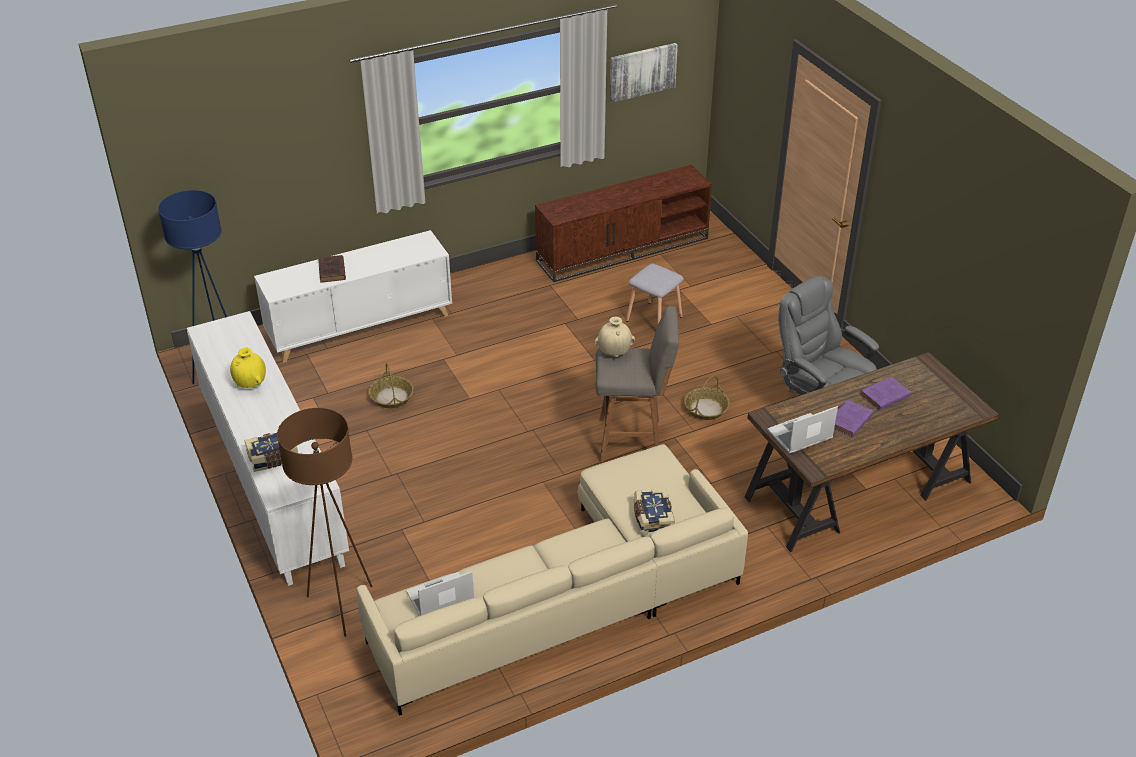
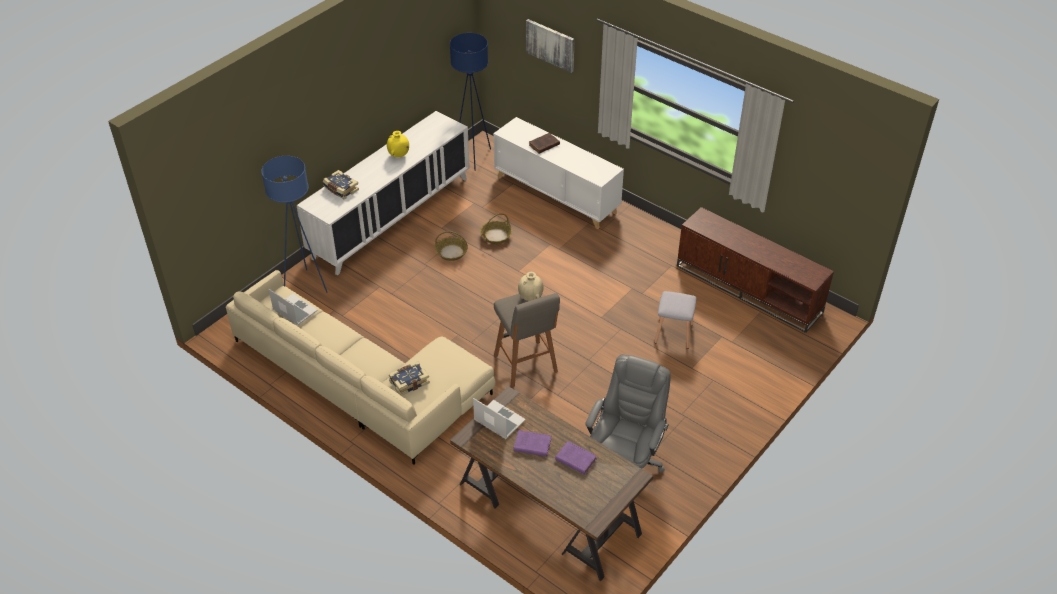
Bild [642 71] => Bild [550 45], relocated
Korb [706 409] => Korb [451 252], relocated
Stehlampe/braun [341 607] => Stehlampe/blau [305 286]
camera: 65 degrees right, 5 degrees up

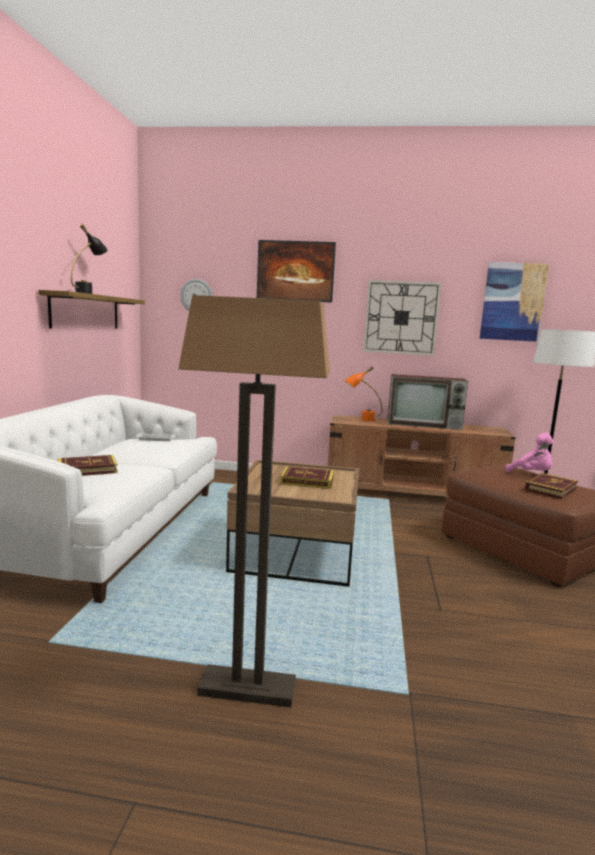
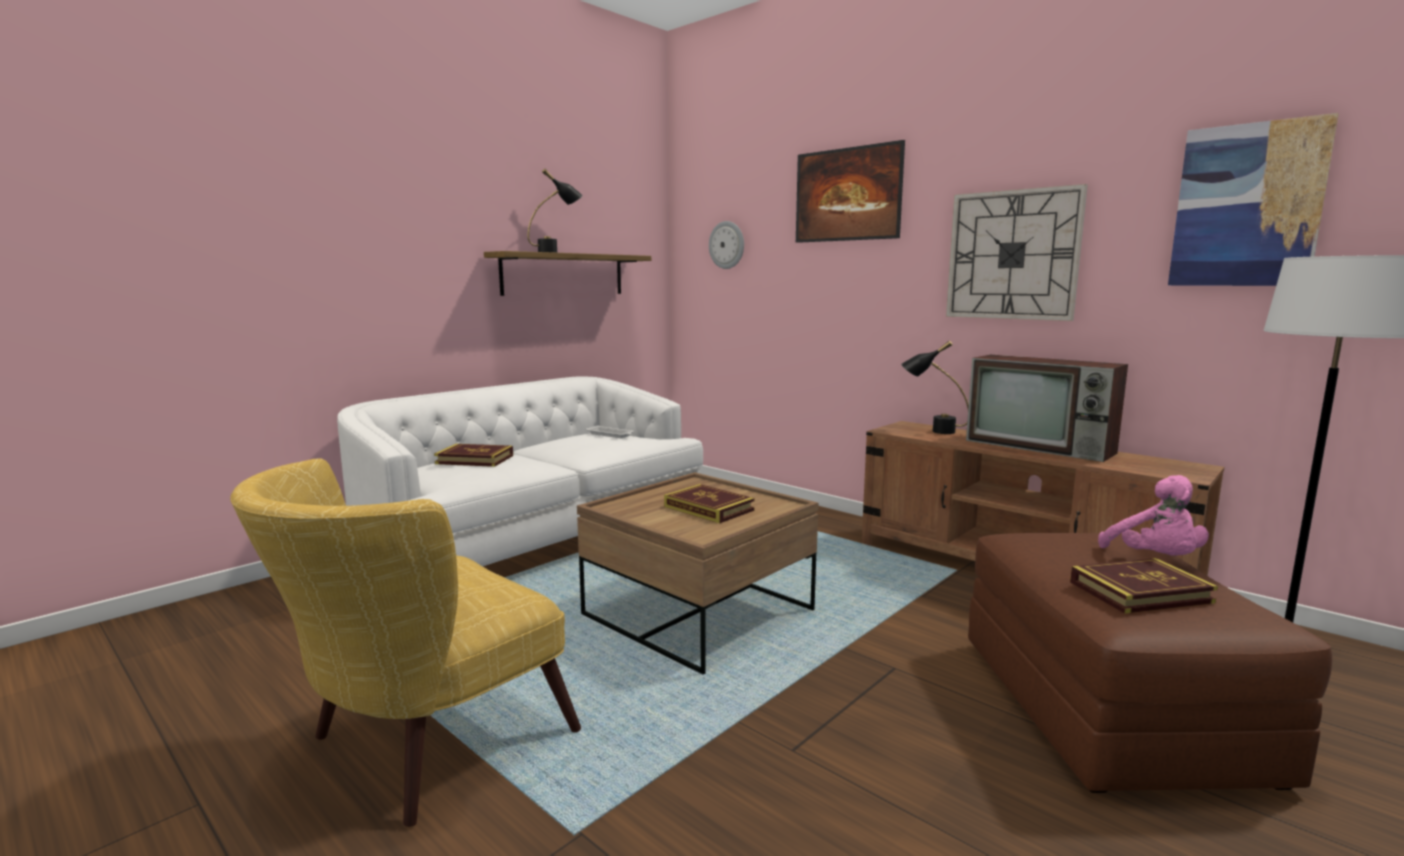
Stehlampe [246 689] => Sessel/gelb [420 746]
Tischlampe/orange [361 419] => Tischlampe/schwarz [932 430]
camera: 35 degrees right, 0 degrees up

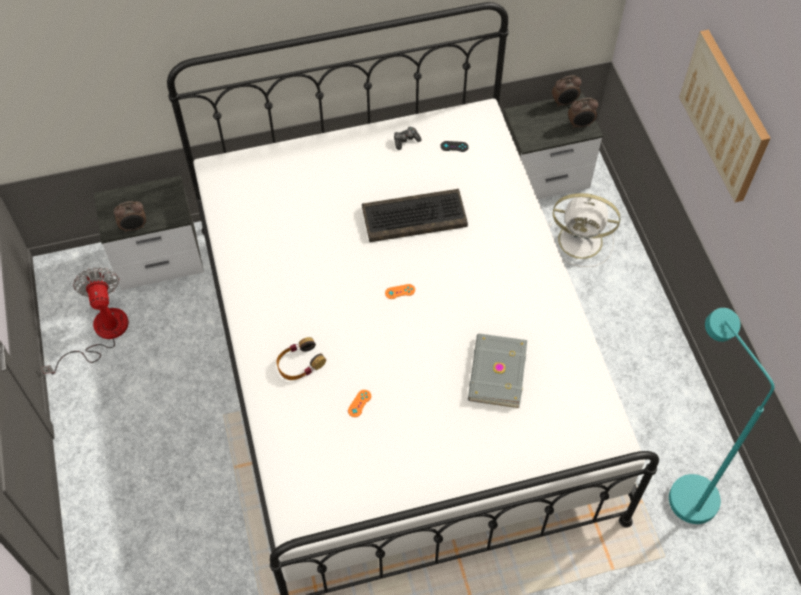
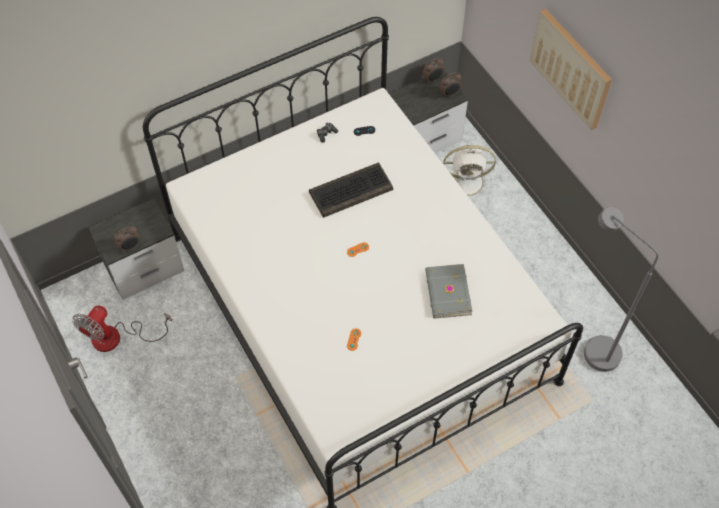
Kopfhörer [299 363] => nothing
Stehlampe/türkis [683 489] => Stehlampe/grau [593 348]
Ventilator [101 333] => Ventilator [117 337], 120 degrees counterclockwise
camera: 15 degrees left, 0 degrees up

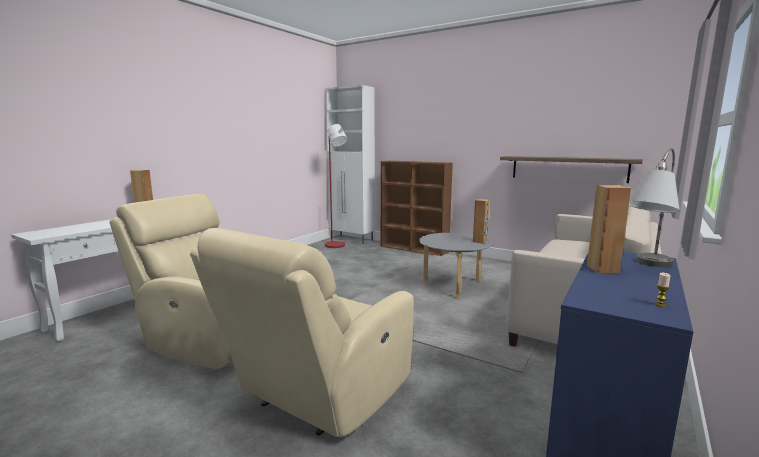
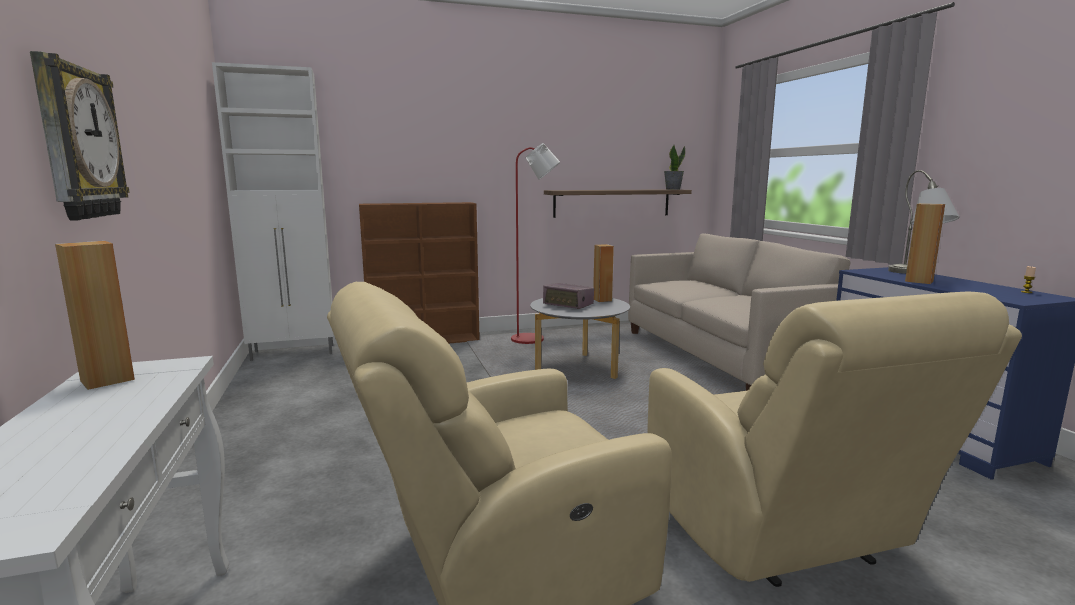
nothing => Wanduhr [77 142]
nothing => Radio [568 305]
nothing => Topfpflanze [672 189]
Stehlampe/rot [337 246] => Stehlampe/rot [534 340], relocated
camera: 50 degrees left, 0 degrees up

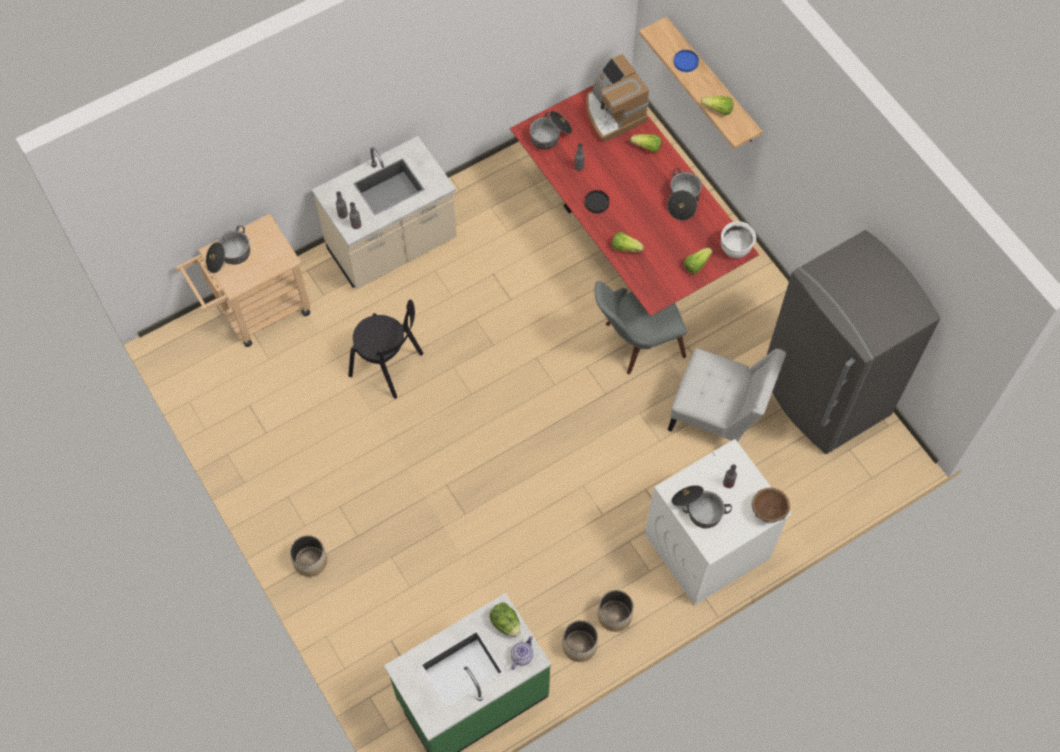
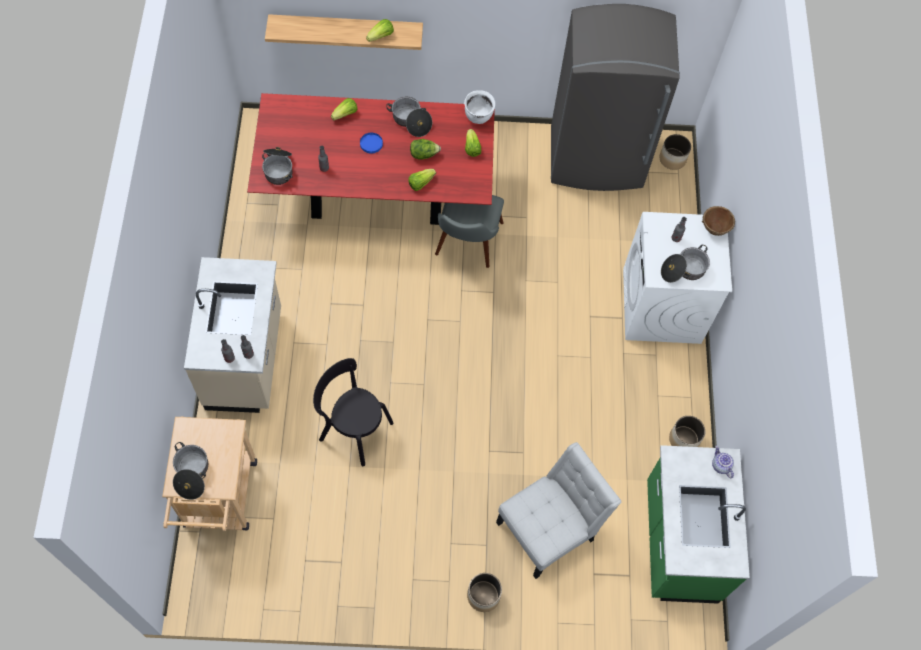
Teller/schwarz [596 202] => nothing
Kaffeemaschine [613 113] => nothing
Salatkopf [505 623] => Salatkopf [424 154], relocated
Pflanzkübel [615 615] => Pflanzkübel [672 159], relocated
Stuhl/weiß [718 416] => Stuhl/weiß [550 528], relocated
Teller/blau [685 62] => Teller/blau [371 144], relocated
Stuhl/schwarz [389 366] => Stuhl/schwarz [353 429], 120 degrees counterclockwise
camera: 60 degrees left, 0 degrees up

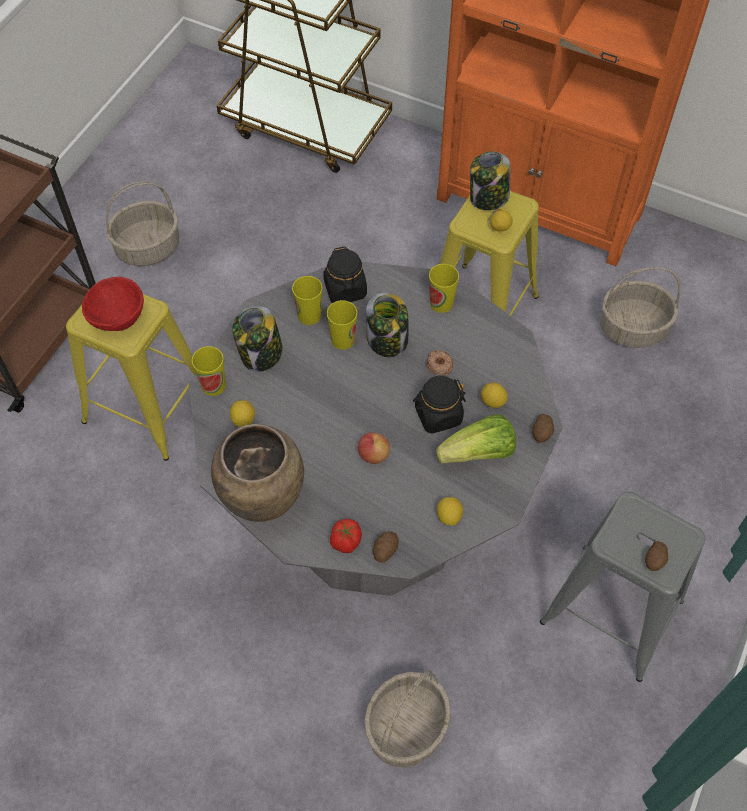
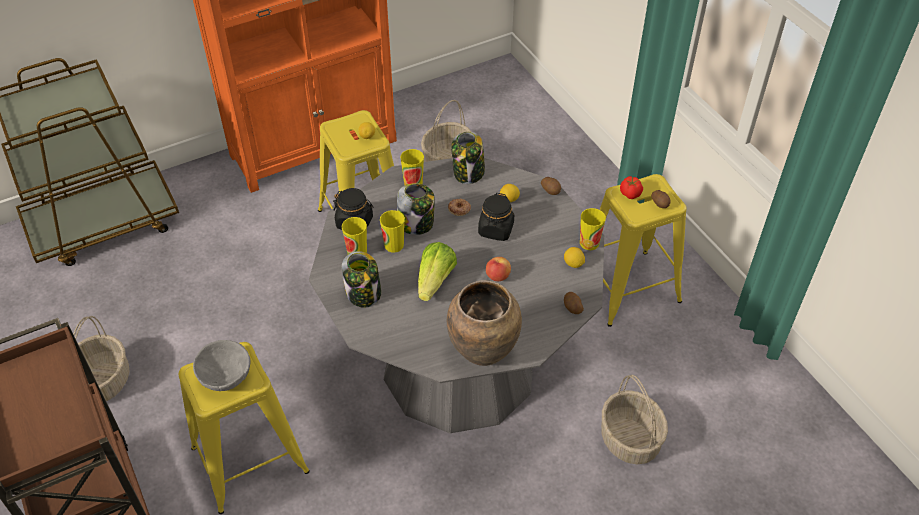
Zitrone [243 420] => nothing
Tasse [213 385] => Tasse [589 243], relocated
Tomate [345 541] => Tomate [630 194], relocated
Salatkopf [479 453] => Salatkopf [435 281], relocated
Vorratsglas [488 198] => Vorratsglas [468 173], relocated
Schüssel/rot [118 318] => Schüssel/grau [227 378]
Hocker/grau [611 611] => Hocker/gelb [628 288]
camera: 55 degrees left, 10 degrees down

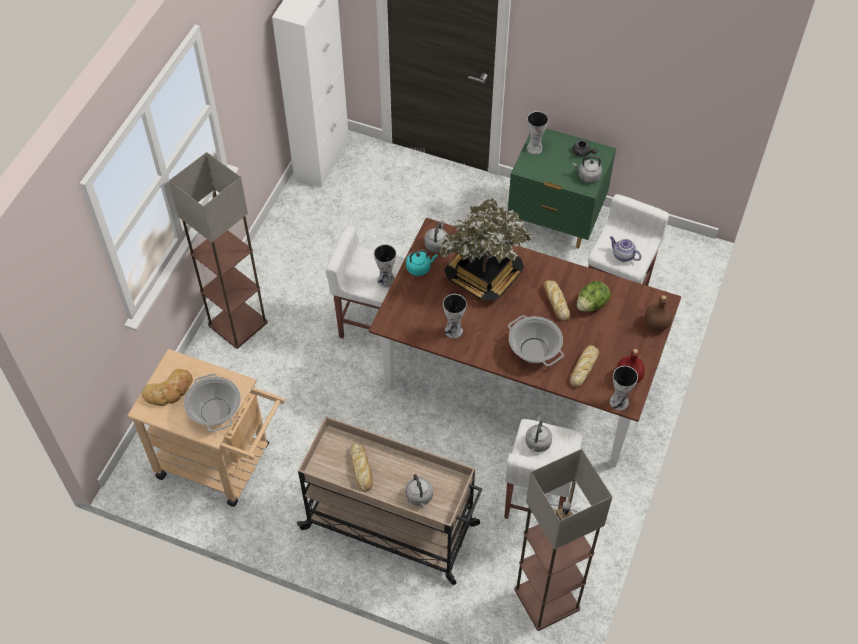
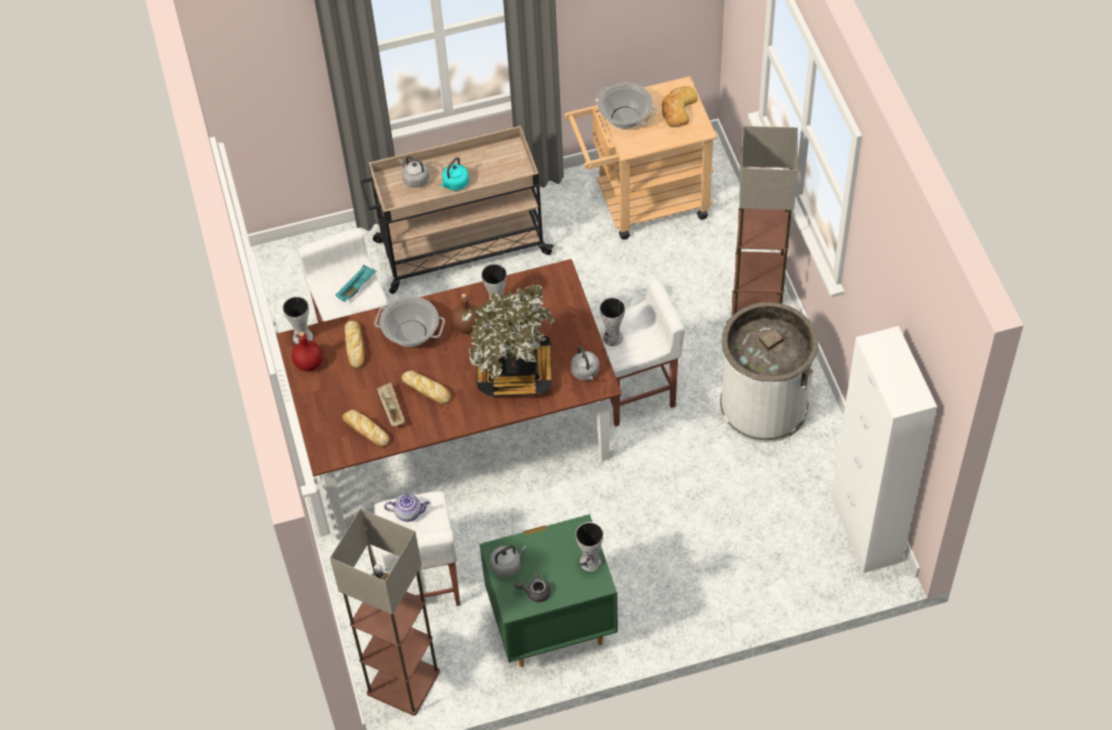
nothing => Mülleimer/weiß [763 405]
Brot [361 469] => Brot [365 430], relocated
Wasserkessel/türkis [420 268] => Wasserkessel/türkis [455 184], relocated
Stehlampe [548 599] => Stehlampe [402 683], relocated
Flasche/braun [656 324] => Flasche/braun [467 326], relocated
Wasserkessel/grau [537 444] => Tablett/türkis [356 288]
Salatkopf [591 304] => Tablett/beige [391 409]
camera: 145 degrees right, 0 degrees up

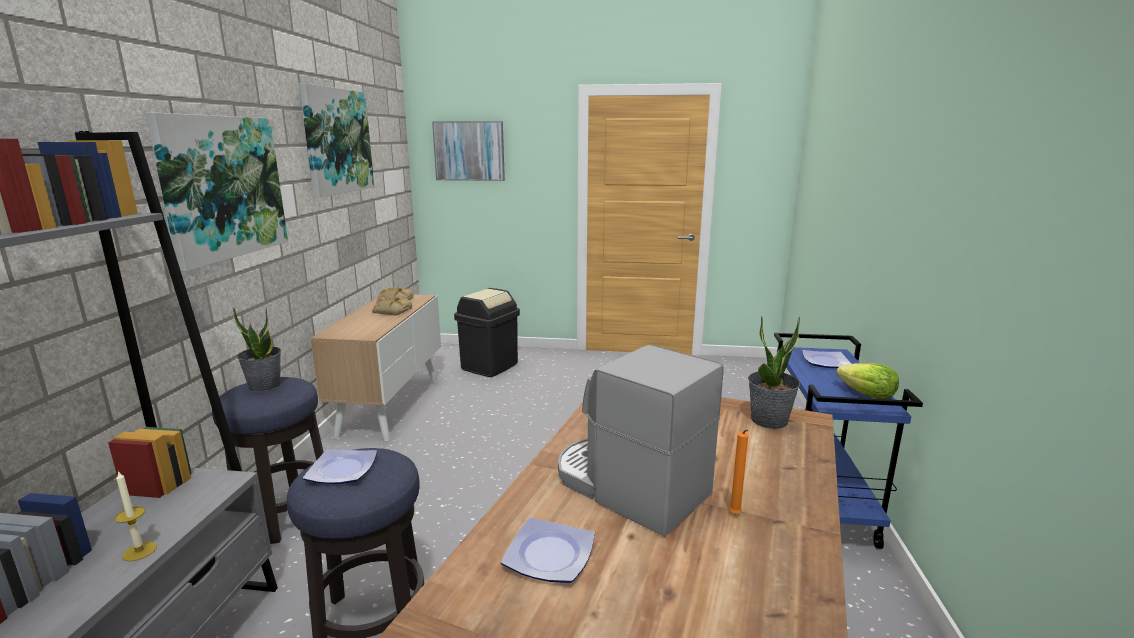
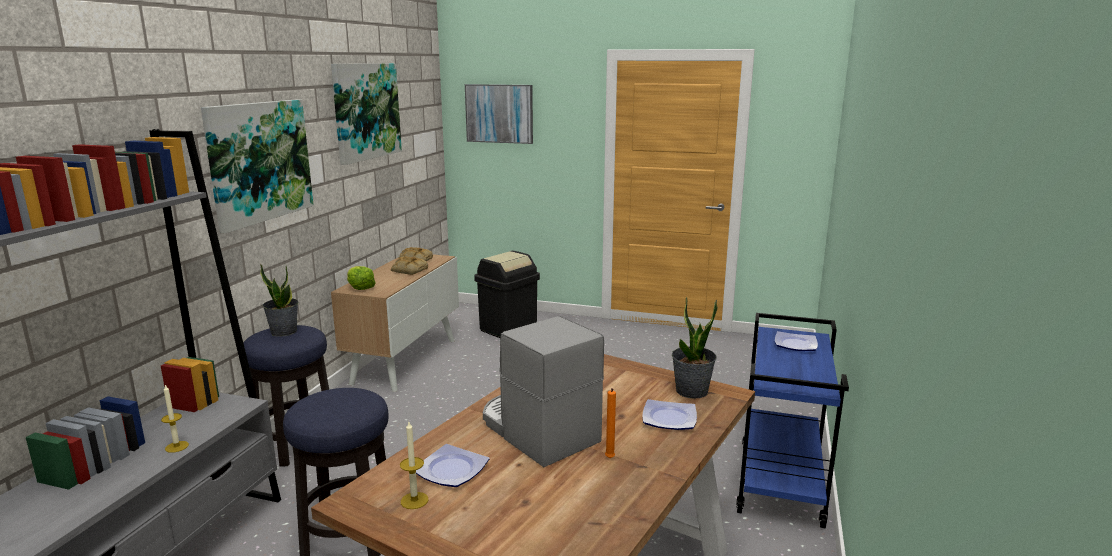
nothing => Kerze [414 500]
Teller [340 471] => Teller [668 419], relocated
Salatkopf [867 394] => Salatkopf [360 287], relocated
camera: 10 degrees right, 0 degrees up

